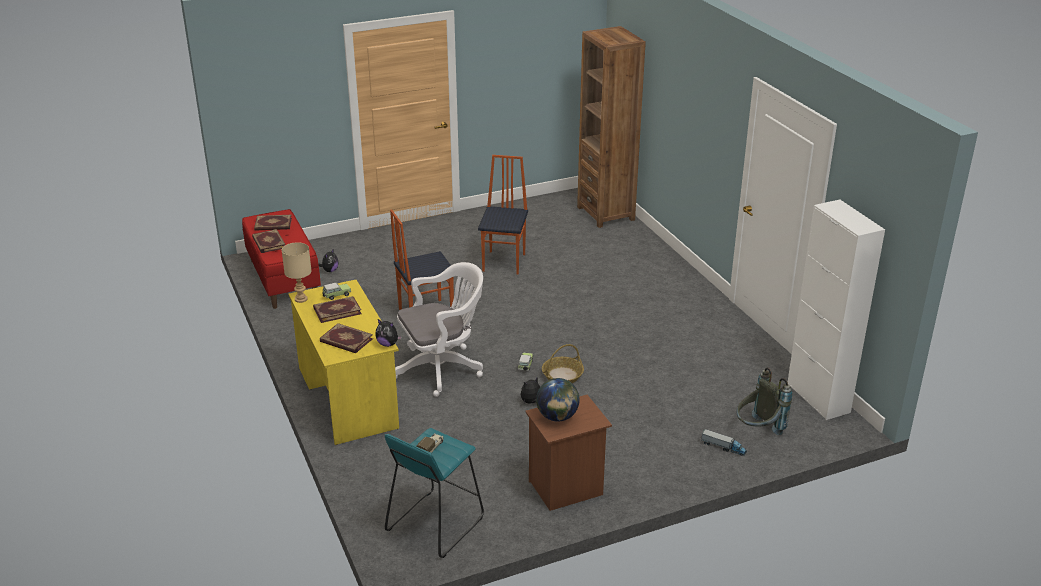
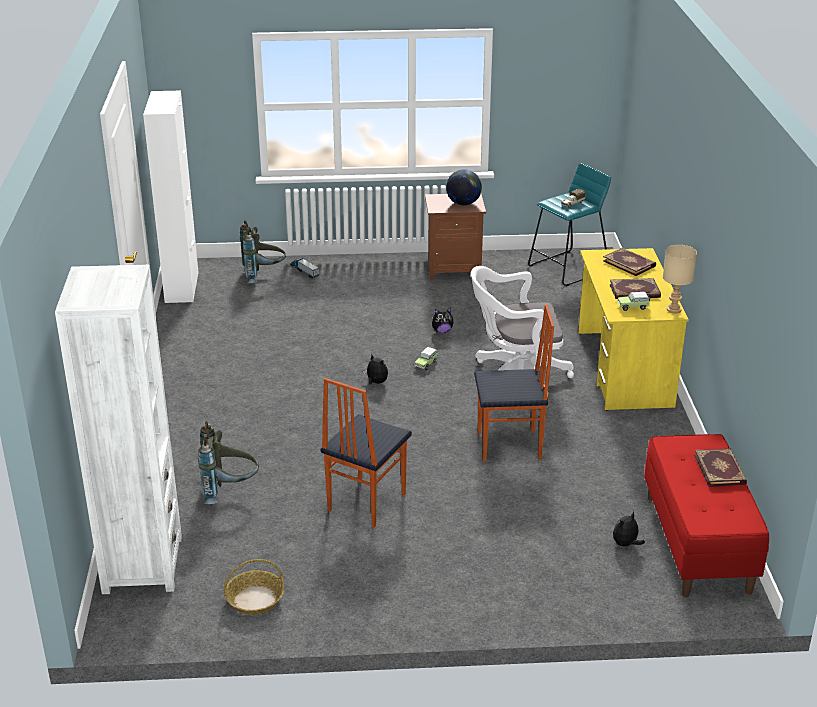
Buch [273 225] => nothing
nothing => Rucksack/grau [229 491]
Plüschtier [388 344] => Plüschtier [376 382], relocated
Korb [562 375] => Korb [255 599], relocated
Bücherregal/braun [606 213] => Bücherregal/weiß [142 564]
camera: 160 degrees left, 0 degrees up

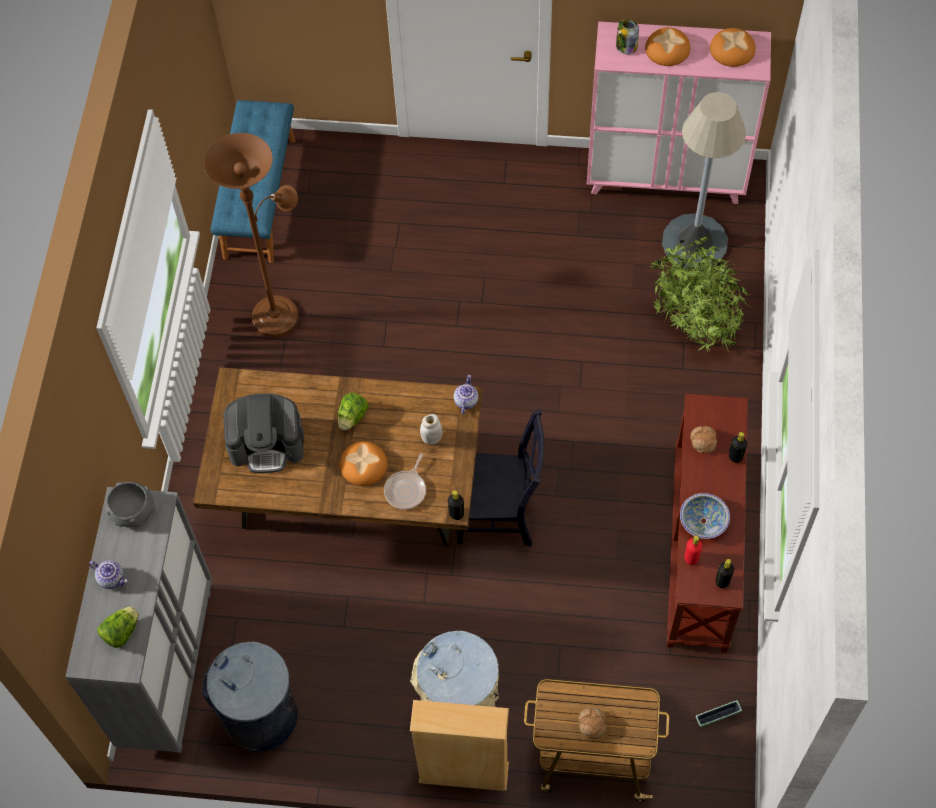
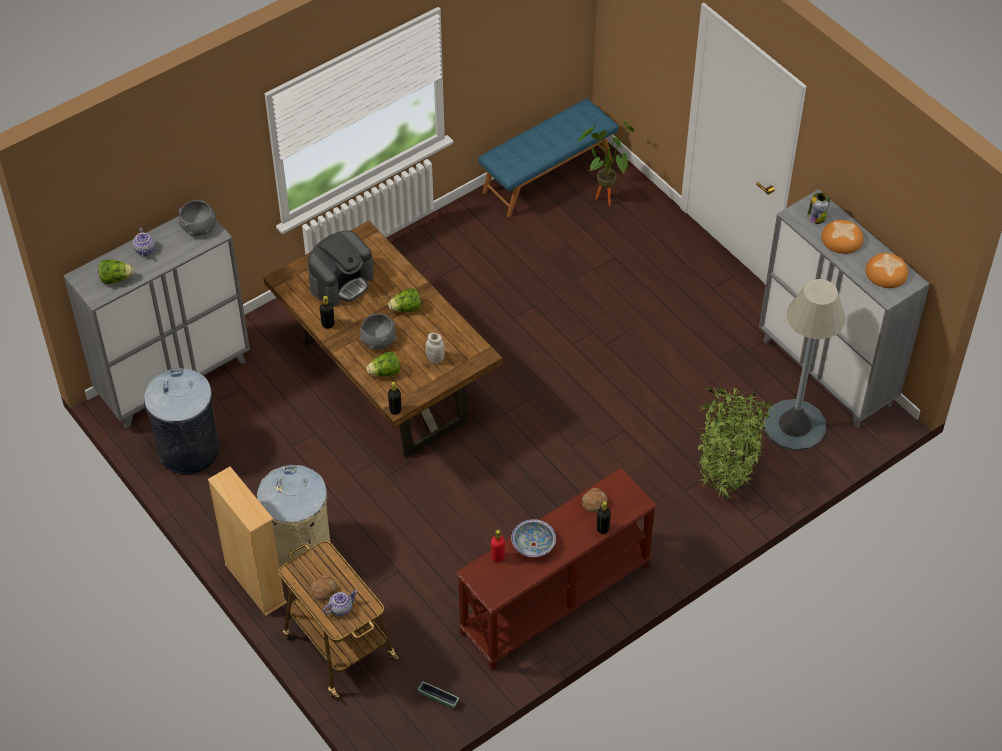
Stehlampe/braun [279 312] => nothing
Stuhl/schwarz [499 514] => nothing
nothing => Topfpflanze [604 196]
Teekanne [465 401] => Teekanne [341 608], relocated
Flasche/schwarz [722 581] => Flasche/schwarz [328 324], relocated
Brot [364 465] => Schüssel/grau [378 339]
Pfanne [406 489] => Salatkopf [385 372]
Schrank/rosa [666 178] => Schrank/grau [826 373]
Kaffeemaschine [267 444] => Kaffeemaschine [341 282], 90 degrees counterclockwise
camera: 45 degrees right, 10 degrees down

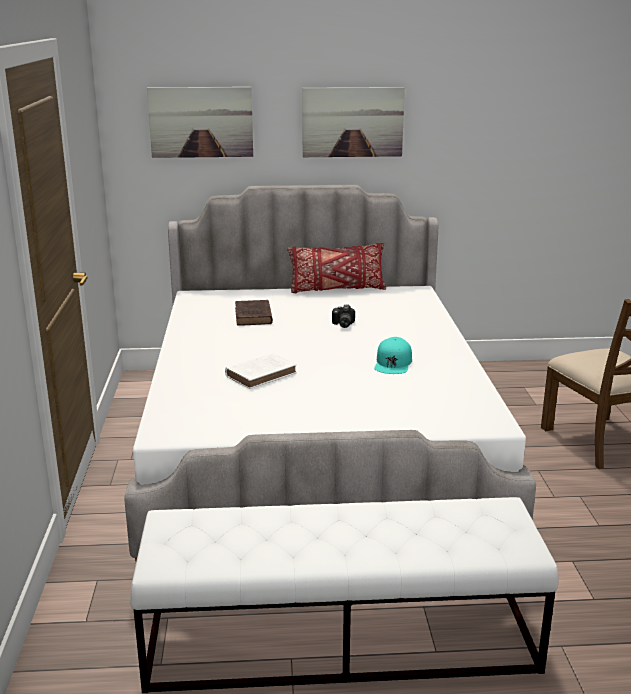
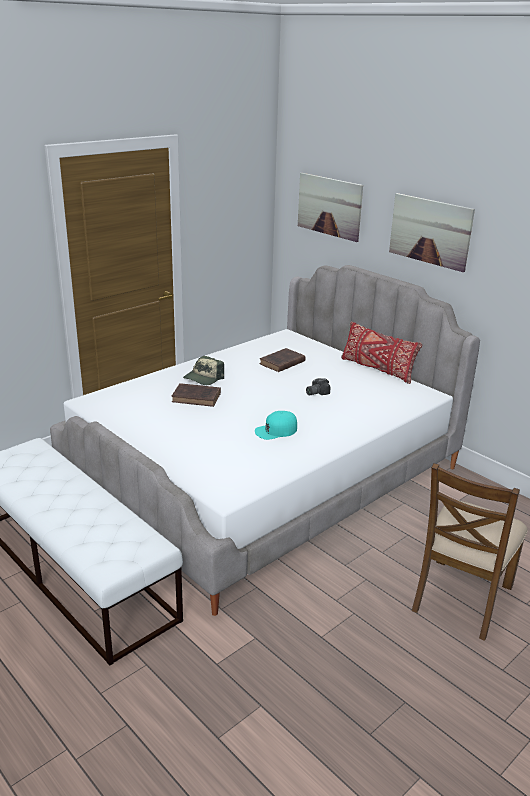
nothing => Kappe [203 378]
Buch/weiß [262 374] => Buch/braun [197 398]
camera: 50 degrees right, 5 degrees up

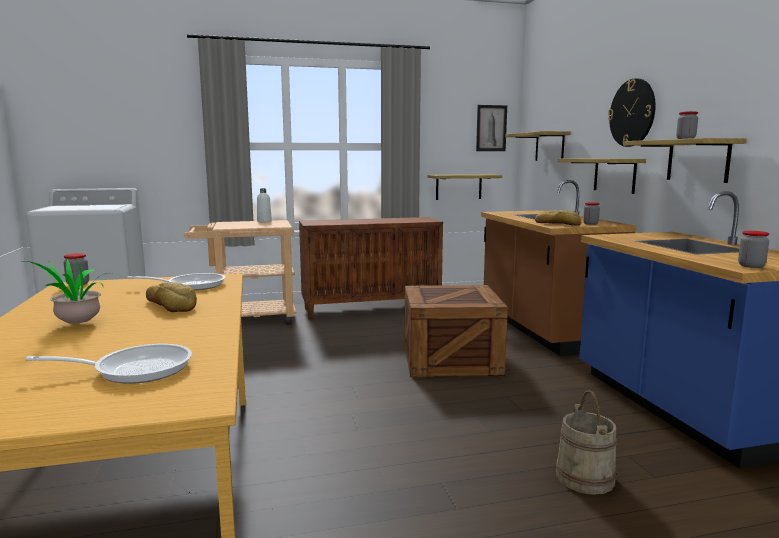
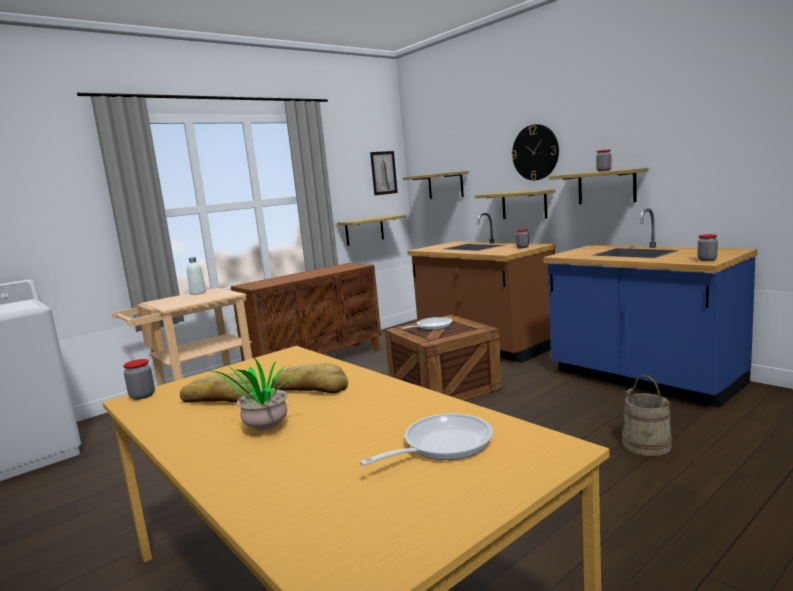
Pfanne [191 285] => Pfanne [431 327], relocated
Brot [558 224] => Brot [220 398], relocated
camera: 25 degrees left, 0 degrees up

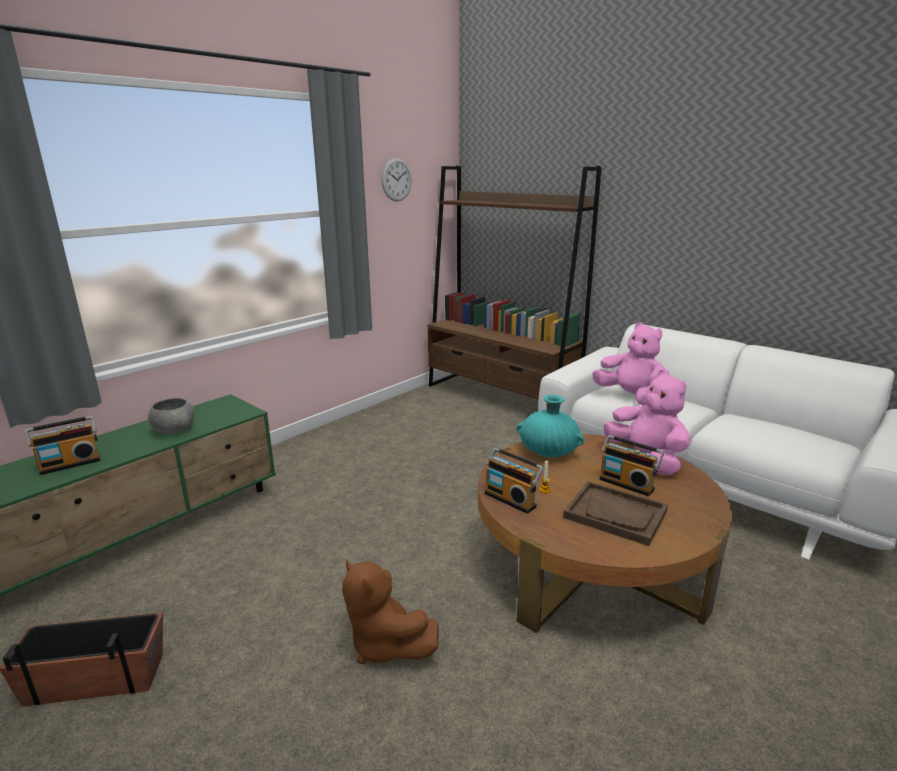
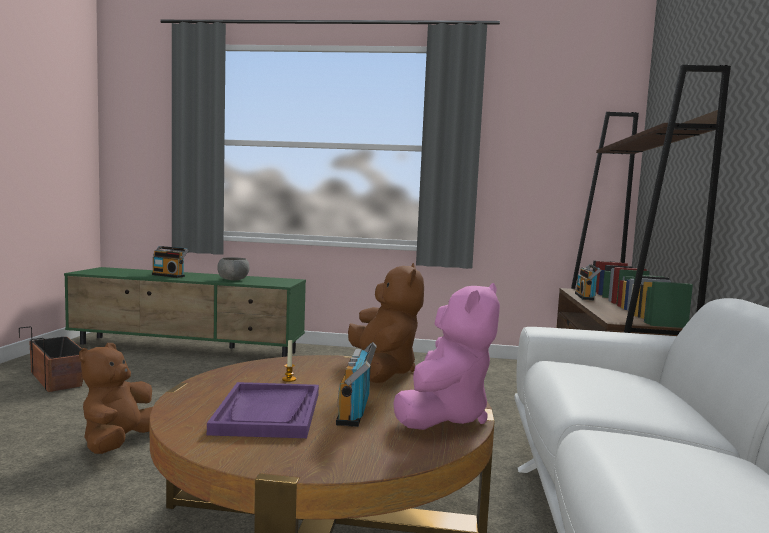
Wanduhr [396 179] => nothing
Plüschtier/rosa [631 397] => nothing
Radio [511 499] => Radio [586 297], relocated
Vase/türkis [548 452] => Plüschtier/braun [381 371]
Tablett/braun [615 514] => Tablett/lila [268 413]
camera: 55 degrees right, 15 degrees down

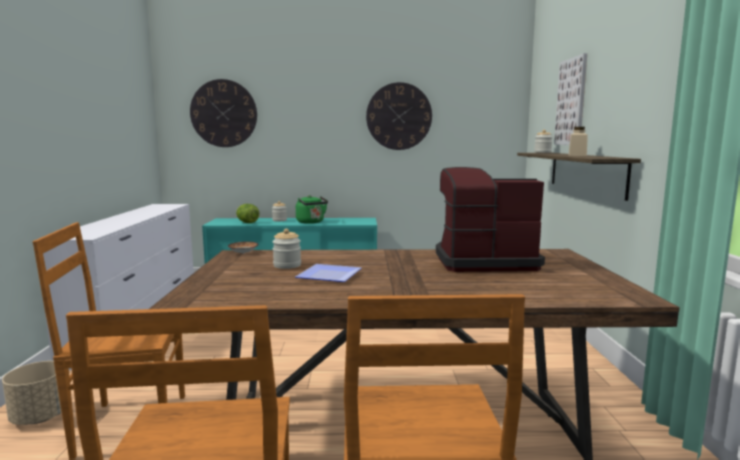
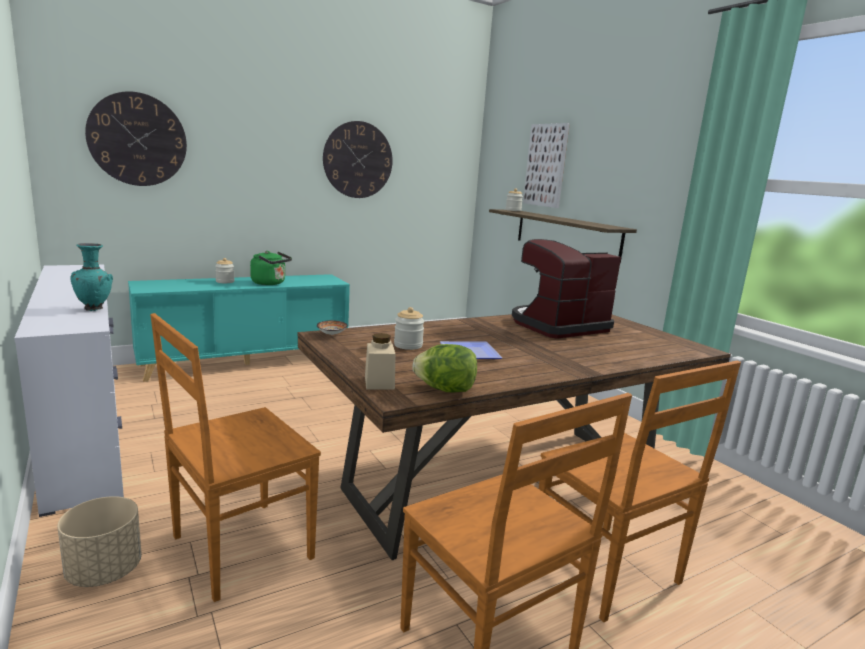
nothing => Vase/türkis [95 309]
Salatkopf [247 223] => Salatkopf [445 390], relocated
Vorratsglas/beige [577 155] => Vorratsglas/beige [379 382], relocated
camera: 30 degrees left, 5 degrees up

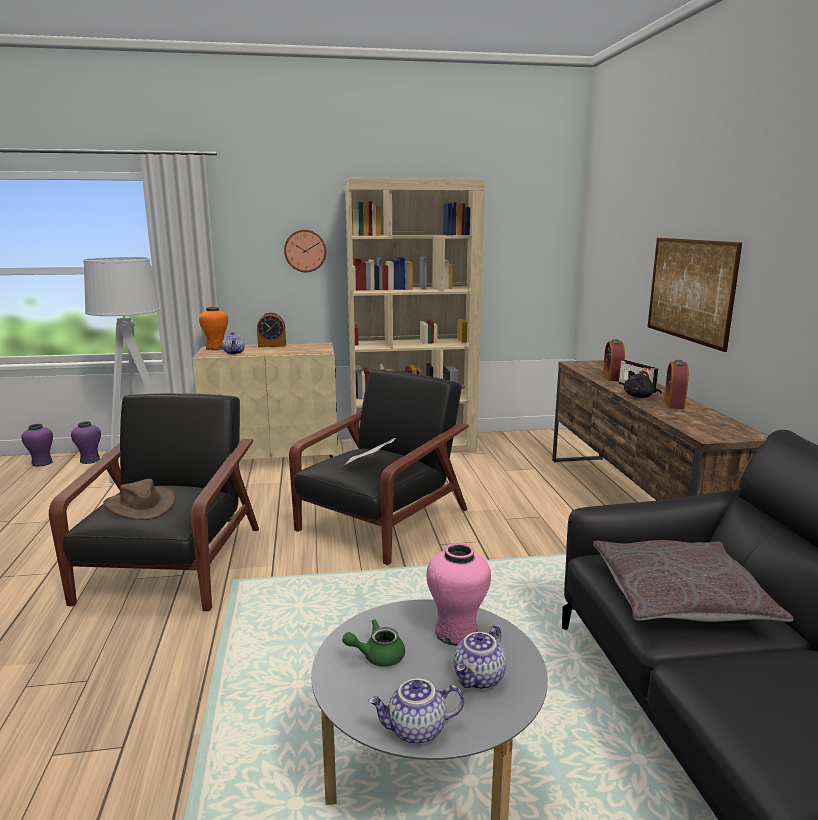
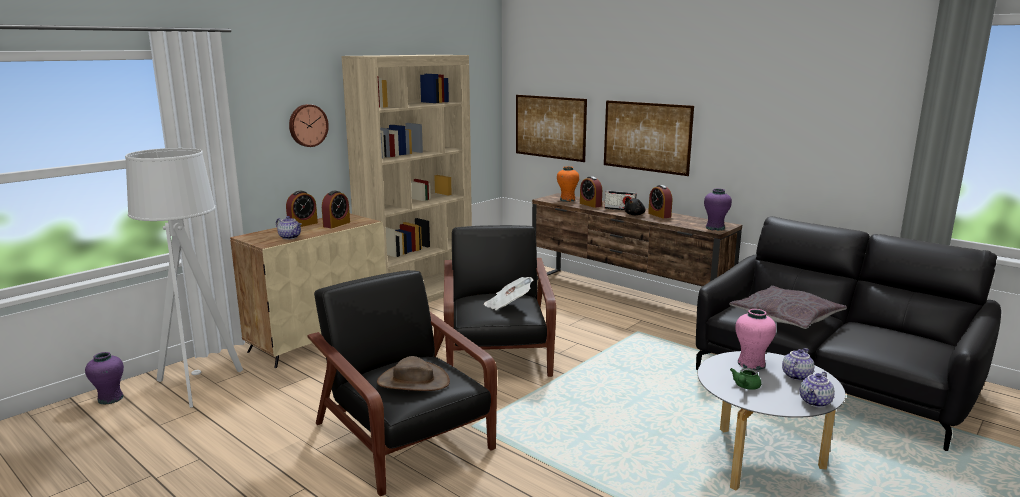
nothing => Wecker [336 224]
nothing => Bild [550 127]
Vase/lila [42 463] => Vase/lila [715 228], relocated
Vase/orange [215 348] => Vase/orange [567 200], relocated
Teekanne [480 679] => Teekanne [796 375], 135 degrees counterclockwise
camera: 40 degrees left, 0 degrees up

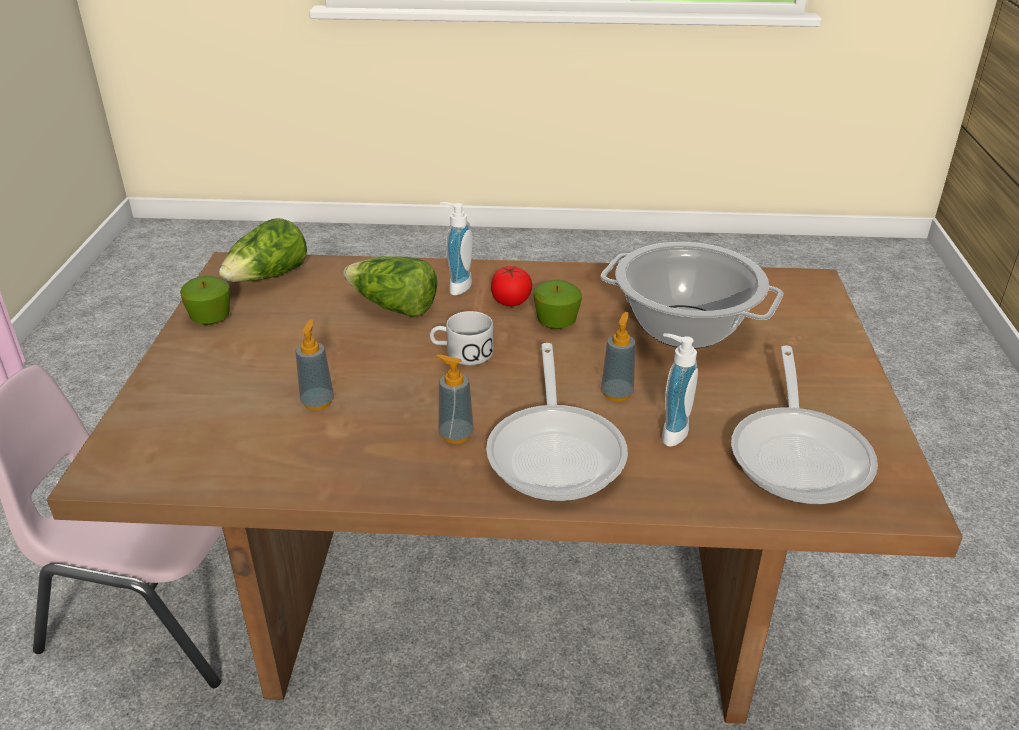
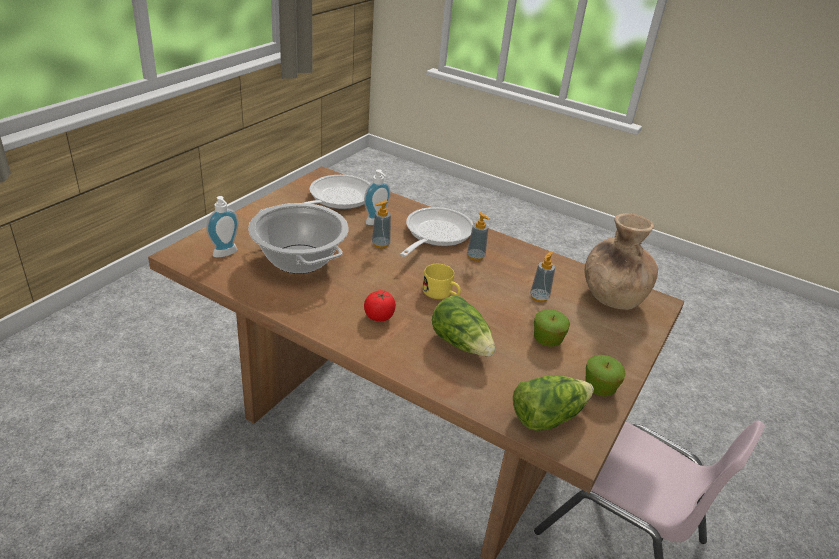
nothing => Vase/braun [611 296]
Seifenspender [456 286] => Seifenspender [226 254], relocated
Apfel [556 322] => Apfel [547 340], relocated
Henkelbecher/weiß [461 353] => Henkelbecher/gelb [441 294]
camera: 155 degrees left, 0 degrees up

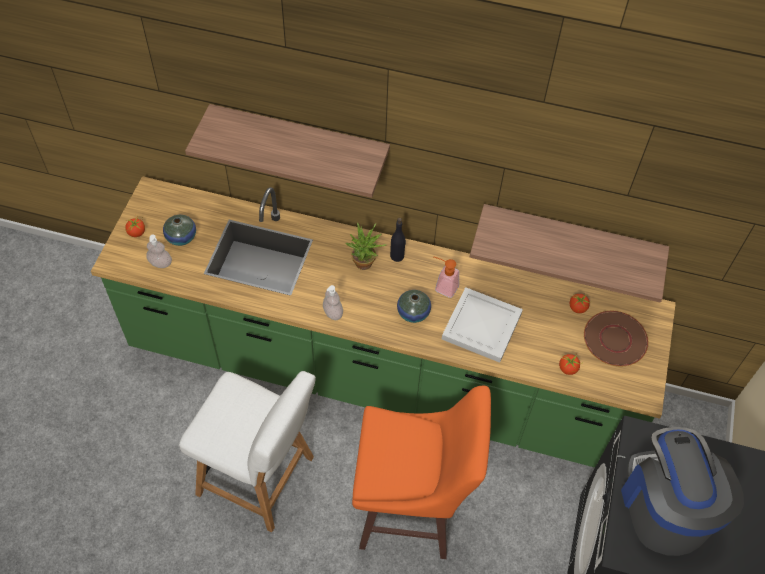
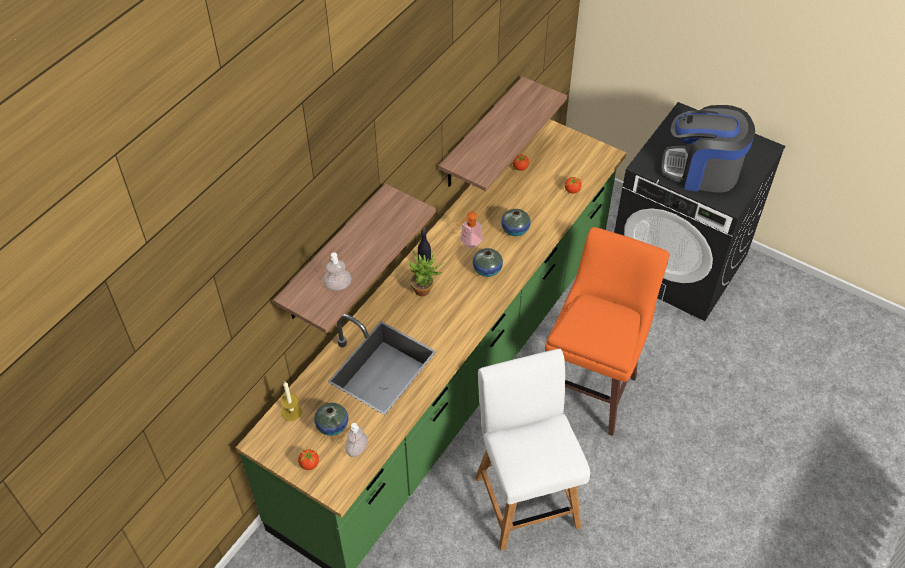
Teller/braun [615 340] => nothing
nothing => Kerze [291 411]
Seifenspender [333 313] => Seifenspender [338 286], relocated
Tablett/weiß [481 325] => Vase [515 229]
Stuhl/weiß [261 478] => Stuhl/weiß [525 496], 60 degrees counterclockwise
camera: 70 degrees left, 5 degrees down

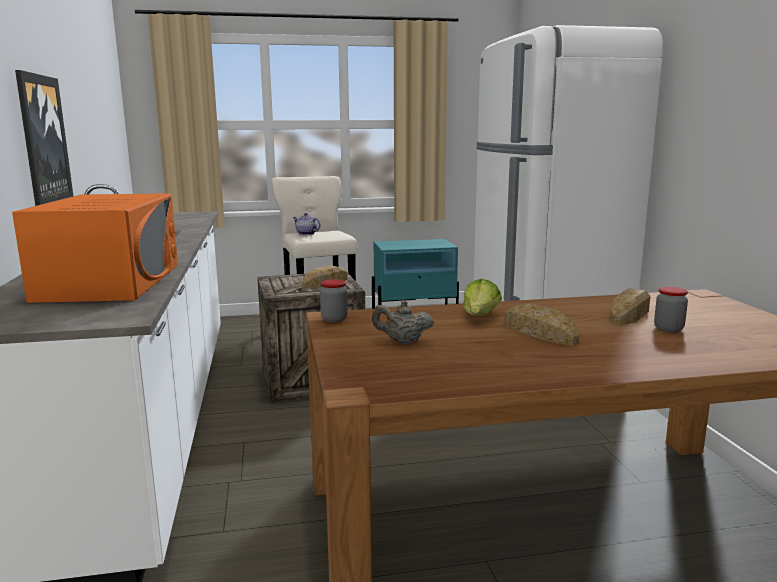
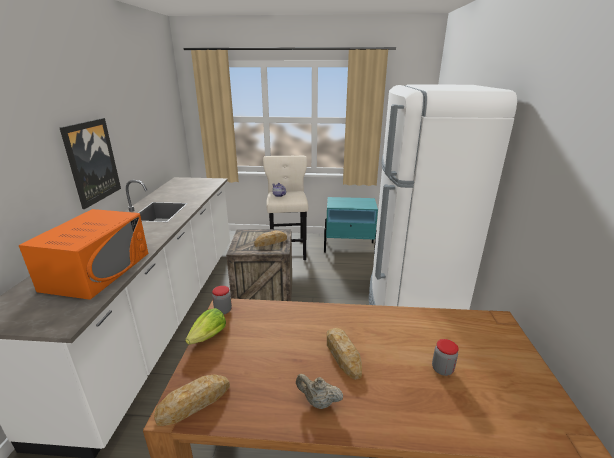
Teekanne/beige [402 341] => Teekanne/beige [318 402], relocated
Salatkopf [480 316] => Salatkopf [209 336], relocated
Brot [630 314] => Brot [194 402], relocated
camera: 15 degrees right, 10 degrees up

